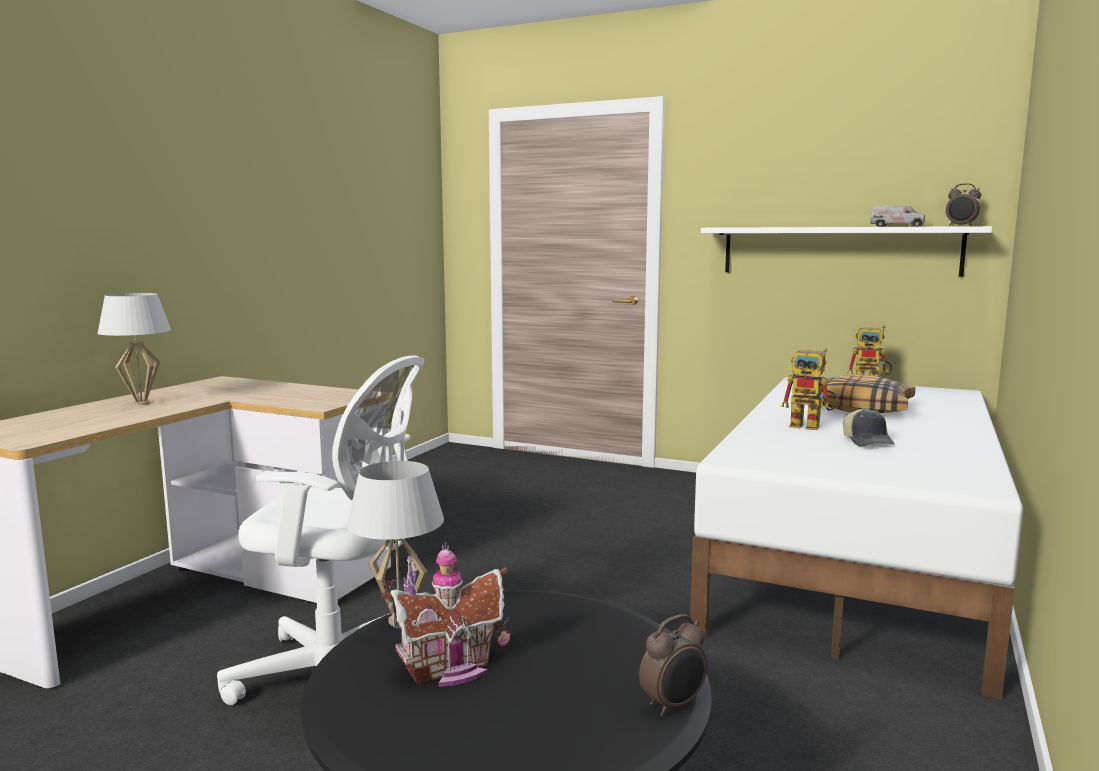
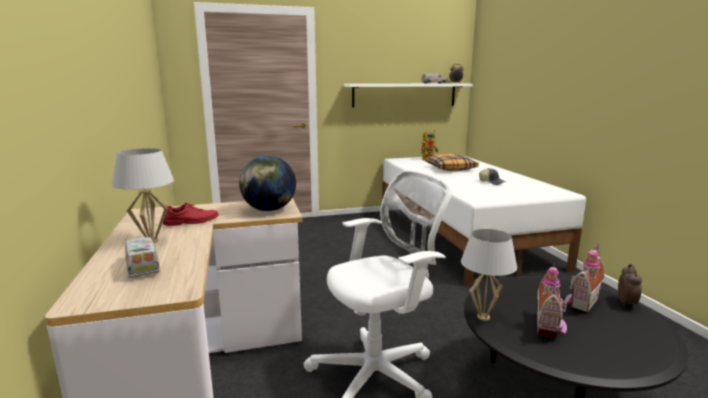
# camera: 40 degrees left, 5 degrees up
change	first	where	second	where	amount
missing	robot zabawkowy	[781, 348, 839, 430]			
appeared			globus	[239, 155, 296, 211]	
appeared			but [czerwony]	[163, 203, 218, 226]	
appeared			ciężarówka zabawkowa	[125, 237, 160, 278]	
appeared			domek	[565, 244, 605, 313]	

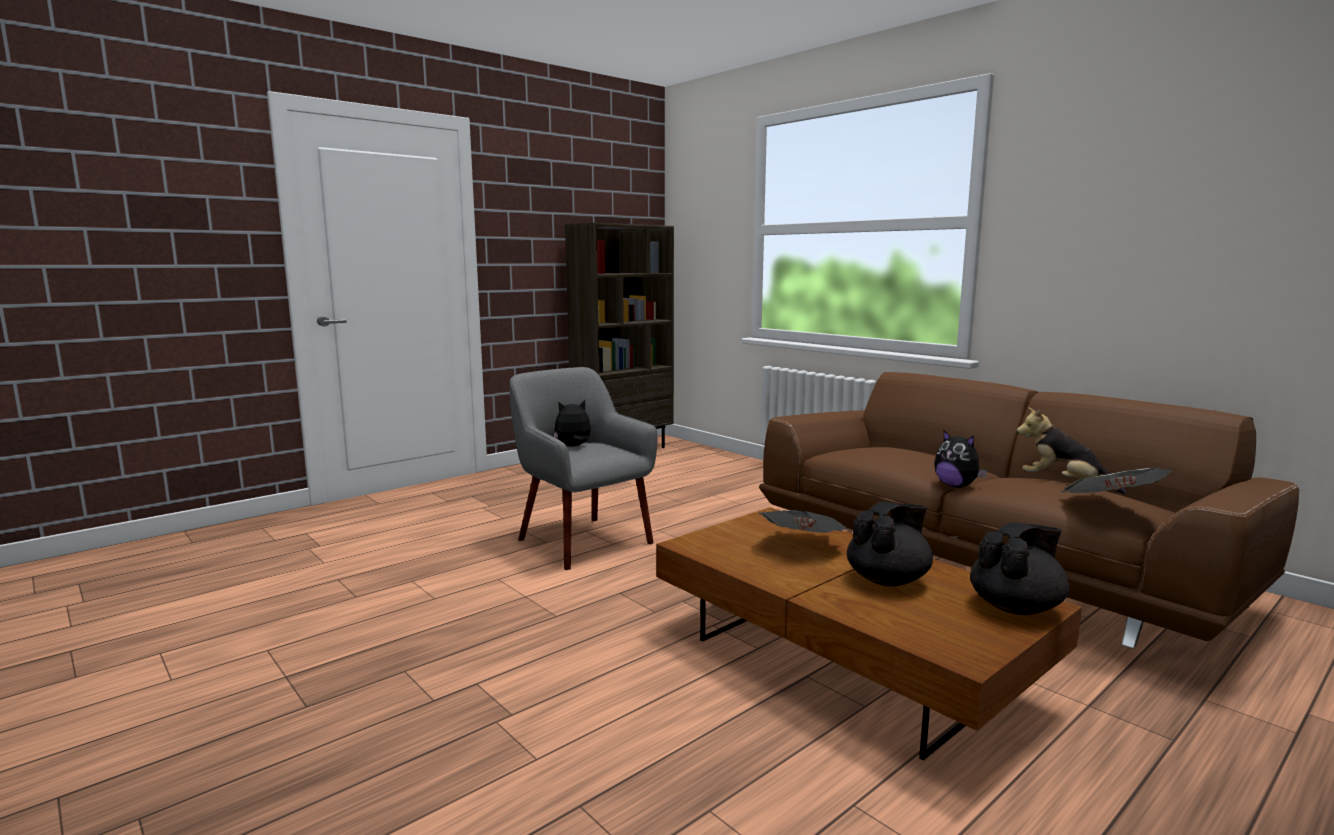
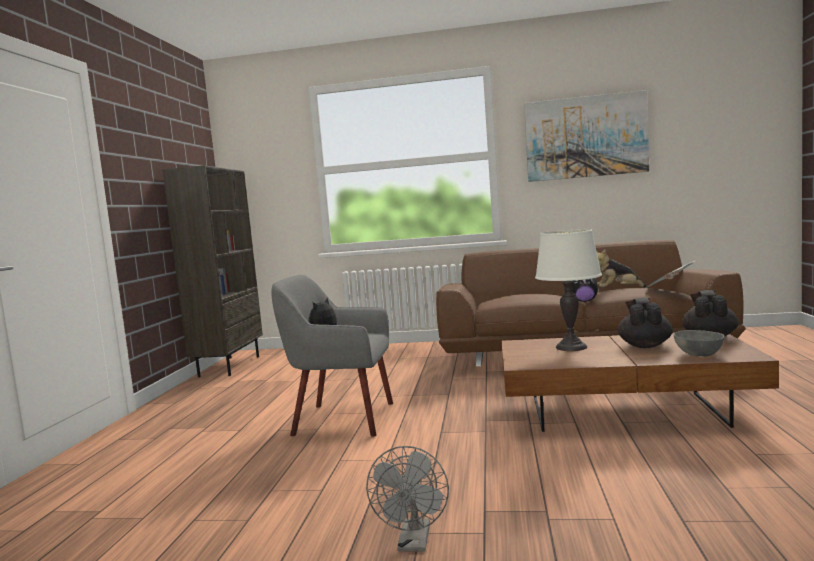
# camera: 40 degrees left, 5 degrees down
change	first	where	second	where	amount
exchanged	gazeta	[759, 510, 848, 533]	lampa stołowa [biały]	[535, 229, 602, 351]	
appeared			obraz	[524, 90, 649, 182]	
appeared			miska [szary]	[674, 330, 724, 357]	
appeared			wentylator [szary]	[366, 446, 449, 552]	

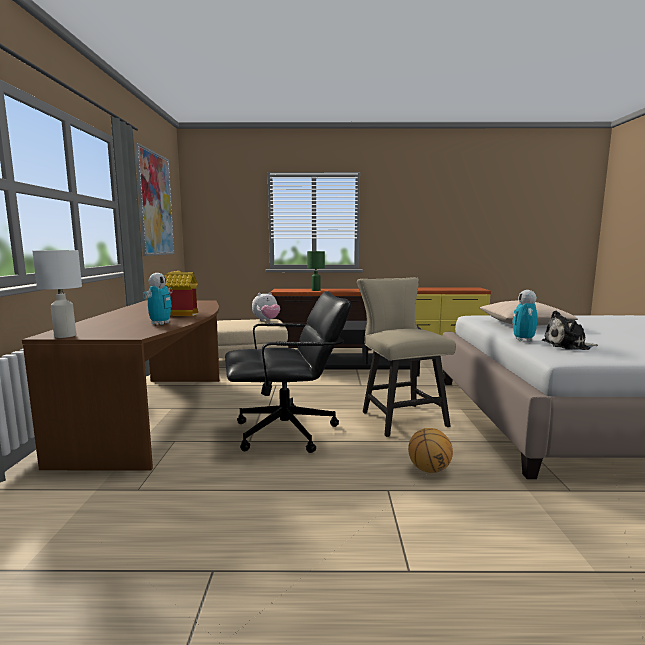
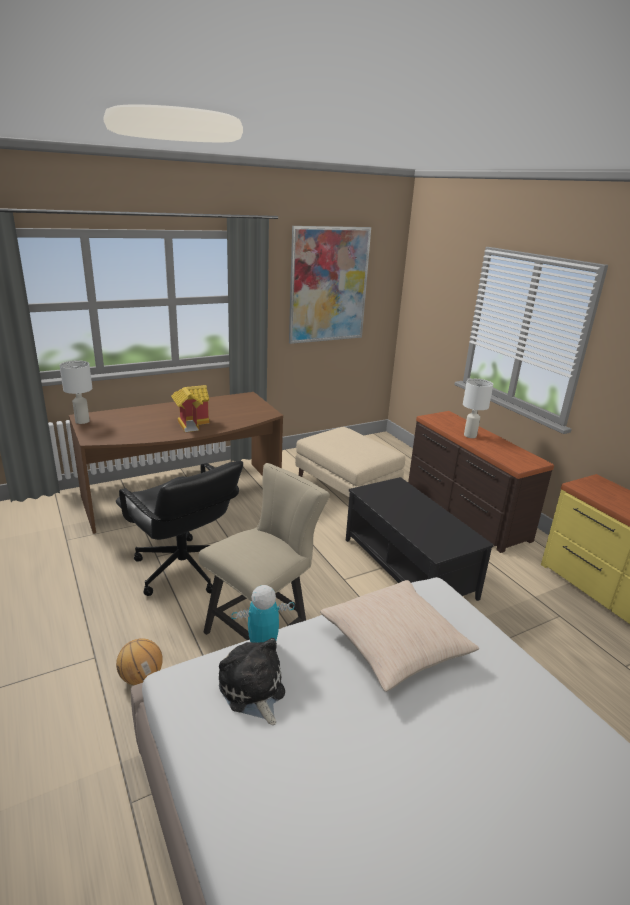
# camera: 60 degrees right, 15 degrees up
change	first	where	second	where	amount
colour	lampa stołowa [zielony]	[307, 251, 325, 291]	lampa stołowa [biały]	[463, 379, 493, 438]	
missing	robot zabawkowy	[143, 273, 172, 325]			
missing	pluszak	[252, 292, 280, 321]			

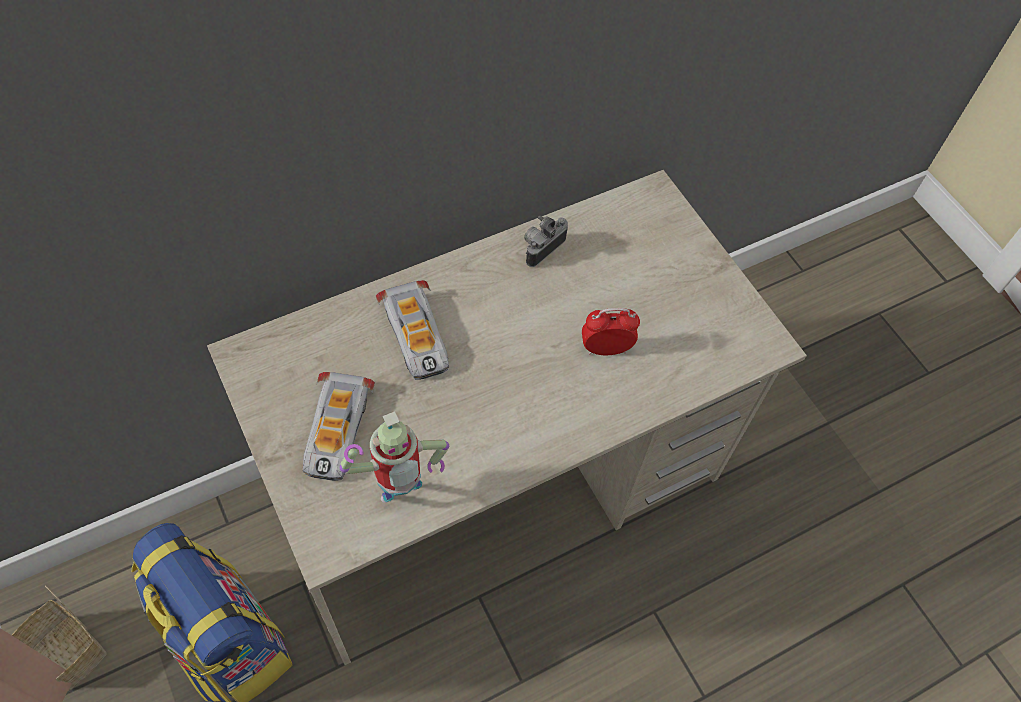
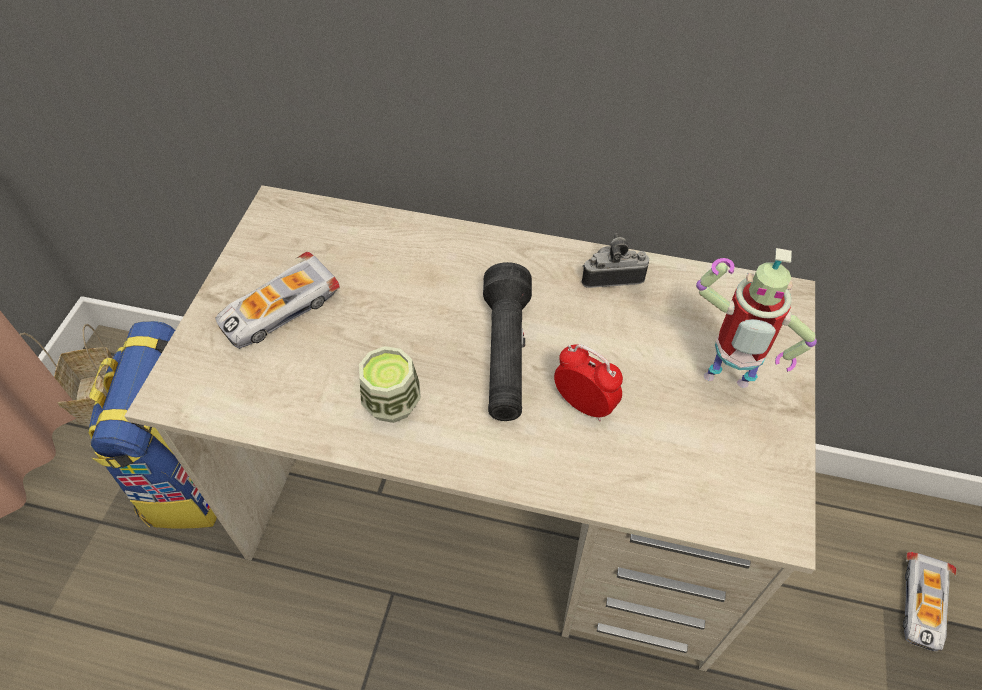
# camera: 45 degrees right, 5 degrees down
change	first	where	second	where	amount
relocated	samochodzik	[376, 280, 449, 380]		[903, 552, 957, 651]	
relocated	robot zabawkowy	[340, 411, 449, 503]		[696, 248, 817, 388]	
appeared			latarka [czarny]	[483, 262, 532, 421]	
appeared			filiżanka	[359, 346, 421, 423]	

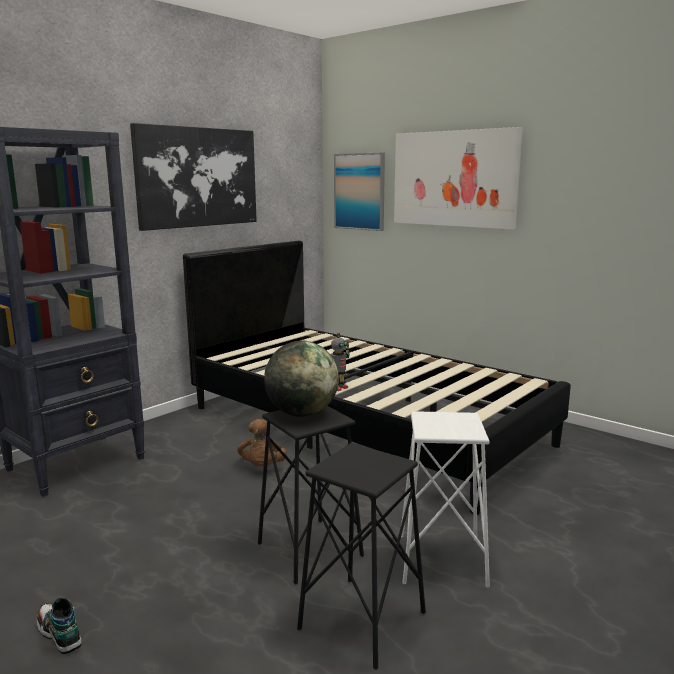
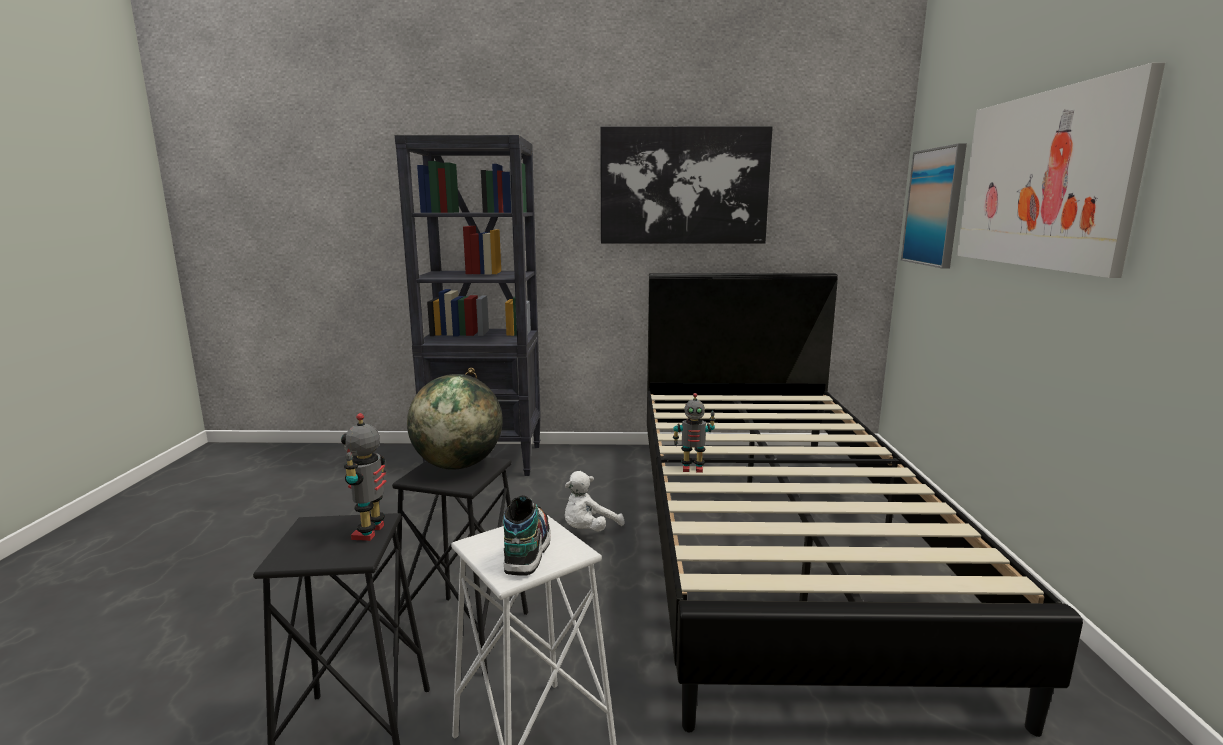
# camera: 50 degrees right, 0 degrees up
change	first	where	second	where	amount
colour	pluszak [brązowy]	[237, 419, 287, 466]	pluszak [biały]	[565, 471, 624, 532]	
relocated	but	[37, 598, 82, 654]		[503, 495, 551, 576]	
appeared			robot zabawkowy	[341, 413, 386, 541]	

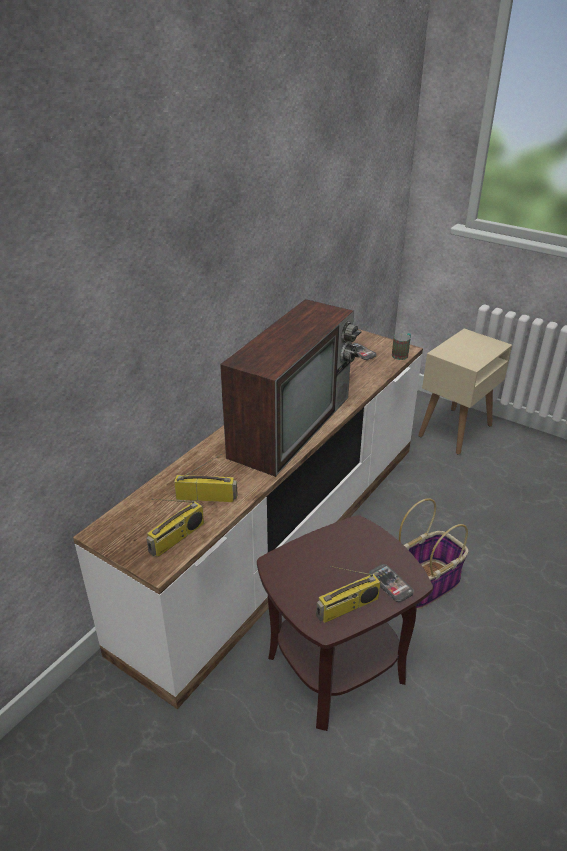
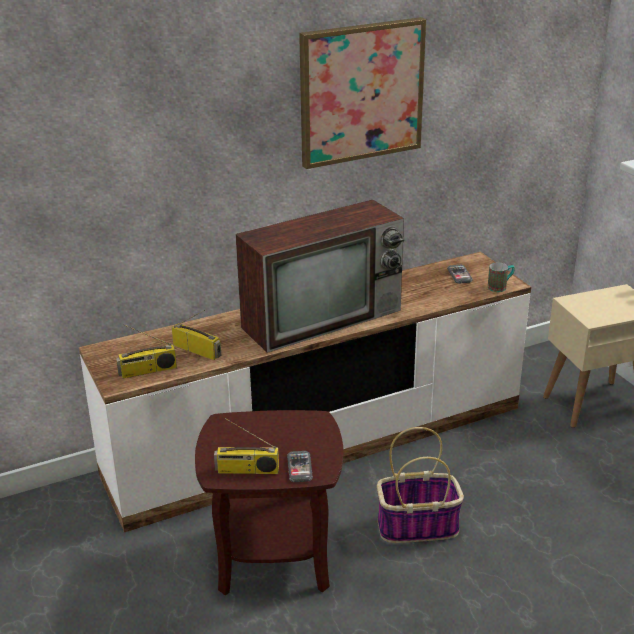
# camera: 30 degrees right, 5 degrees down
change	first	where	second	where	amount
appeared			obraz	[299, 17, 426, 169]	

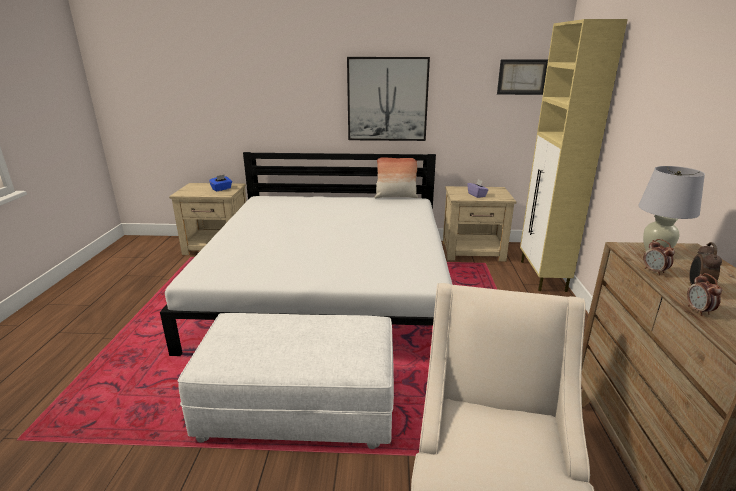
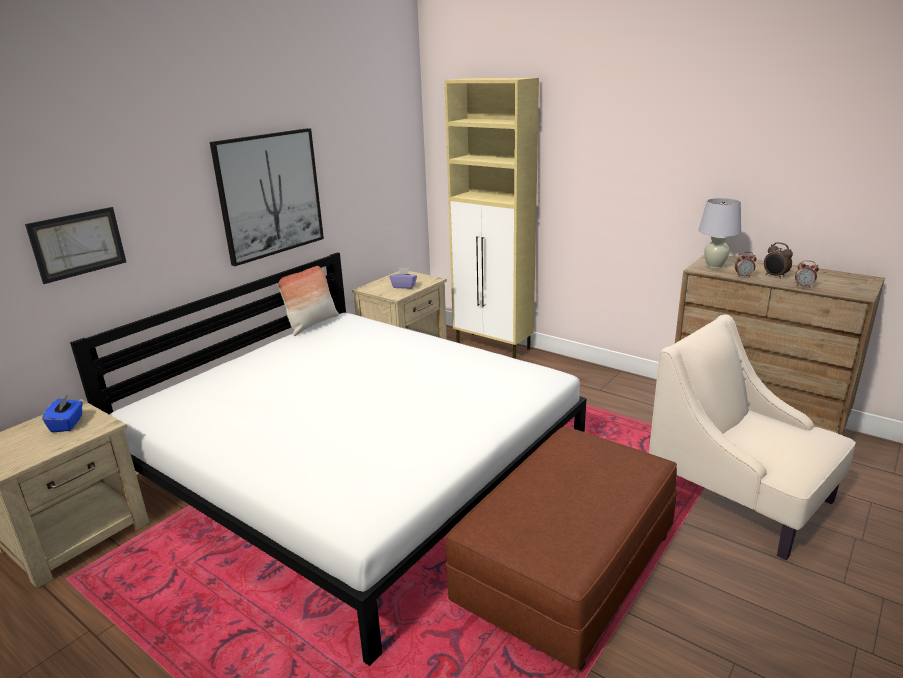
# camera: 55 degrees left, 0 degrees up
change	first	where	second	where	amount
relocated	obraz	[497, 59, 548, 95]		[25, 207, 126, 284]	
colour	pufa [biały]	[178, 313, 394, 449]	pufa [brązowy]	[446, 427, 677, 670]	

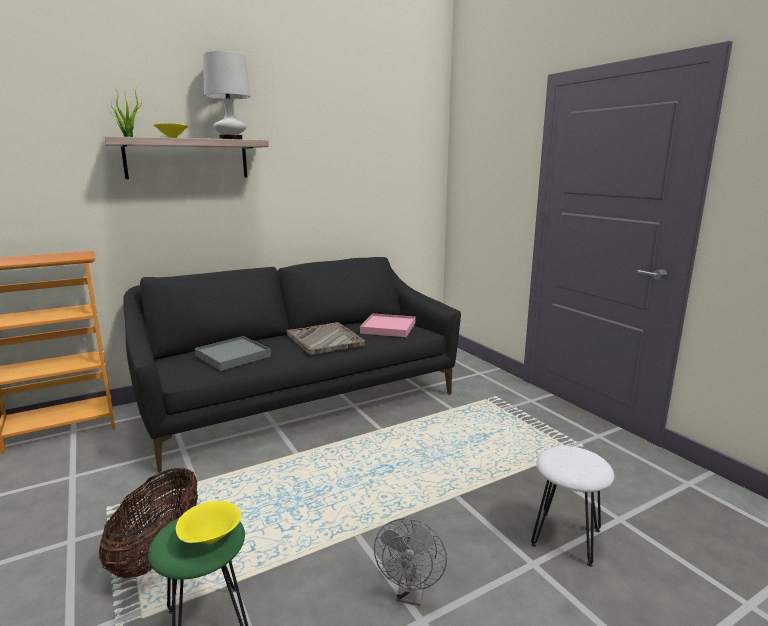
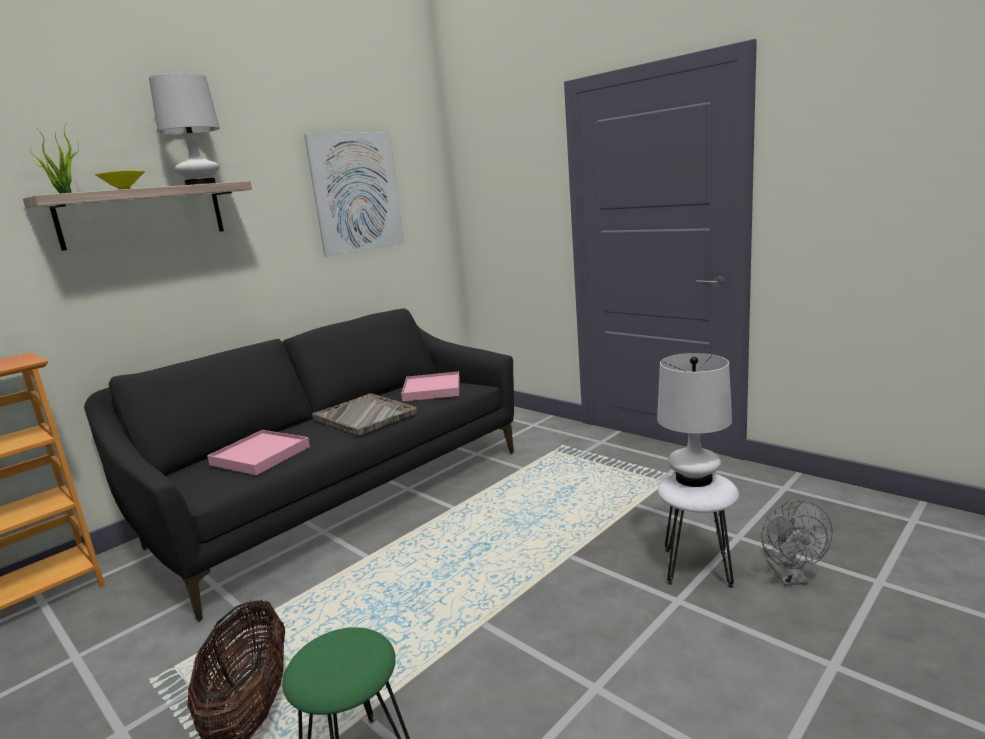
# camera: 15 degrees left, 0 degrees up
change	first	where	second	where	amount
colour	taca [szary]	[195, 336, 271, 371]	taca [różowy]	[207, 430, 310, 475]	
missing	miska [żółty]	[176, 501, 241, 544]			
relocated	wentylator [szary]	[374, 518, 447, 606]		[762, 500, 833, 586]	
appeared			obraz	[304, 132, 404, 257]	
appeared			lampa stołowa [biały]	[657, 353, 732, 487]	

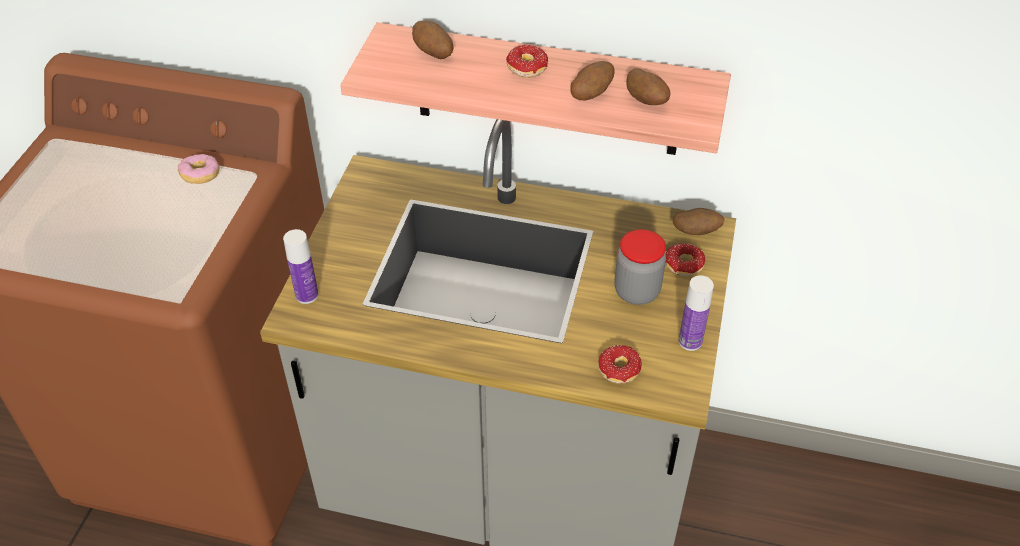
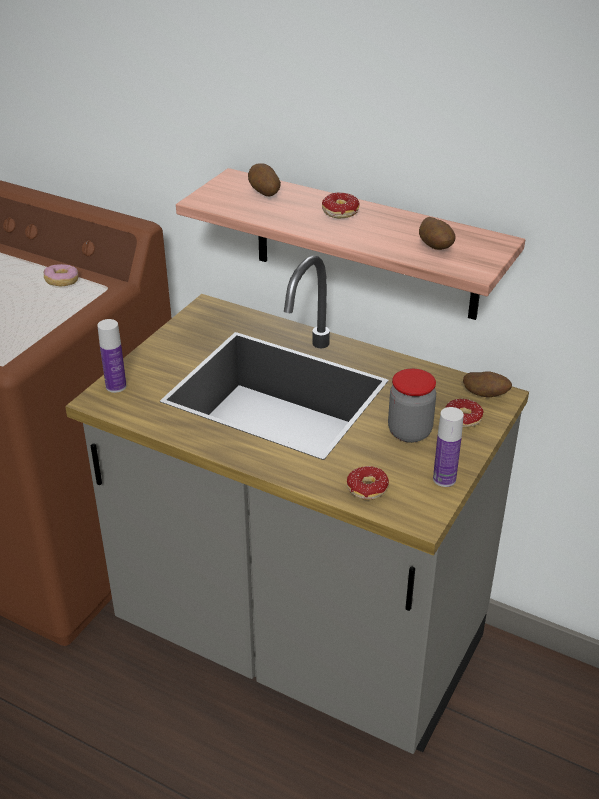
# camera: 15 degrees right, 10 degrees down
change	first	where	second	where	amount
missing	ziemniak	[570, 61, 615, 100]			

